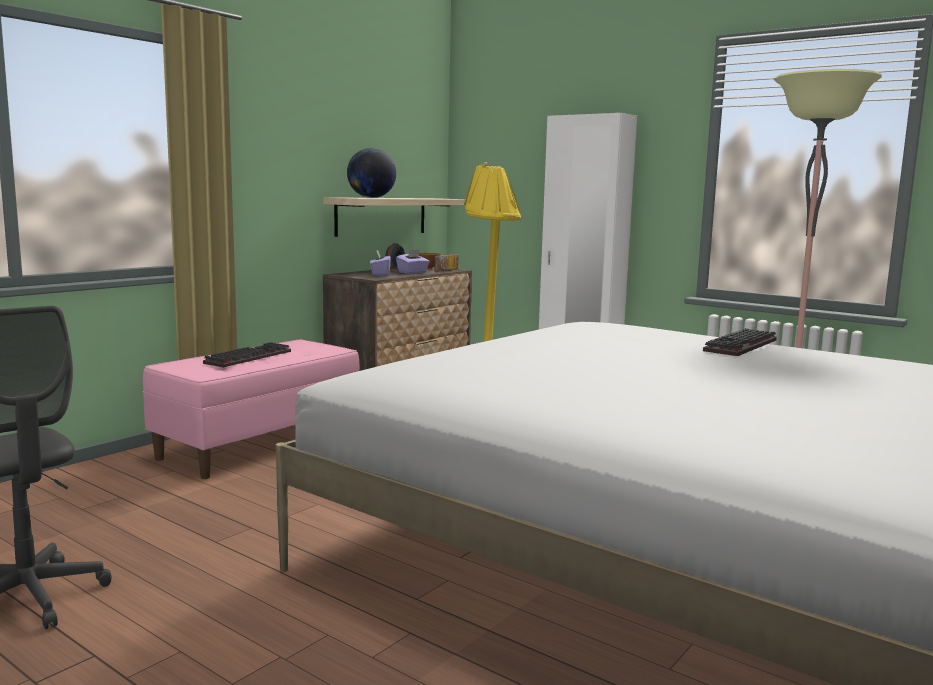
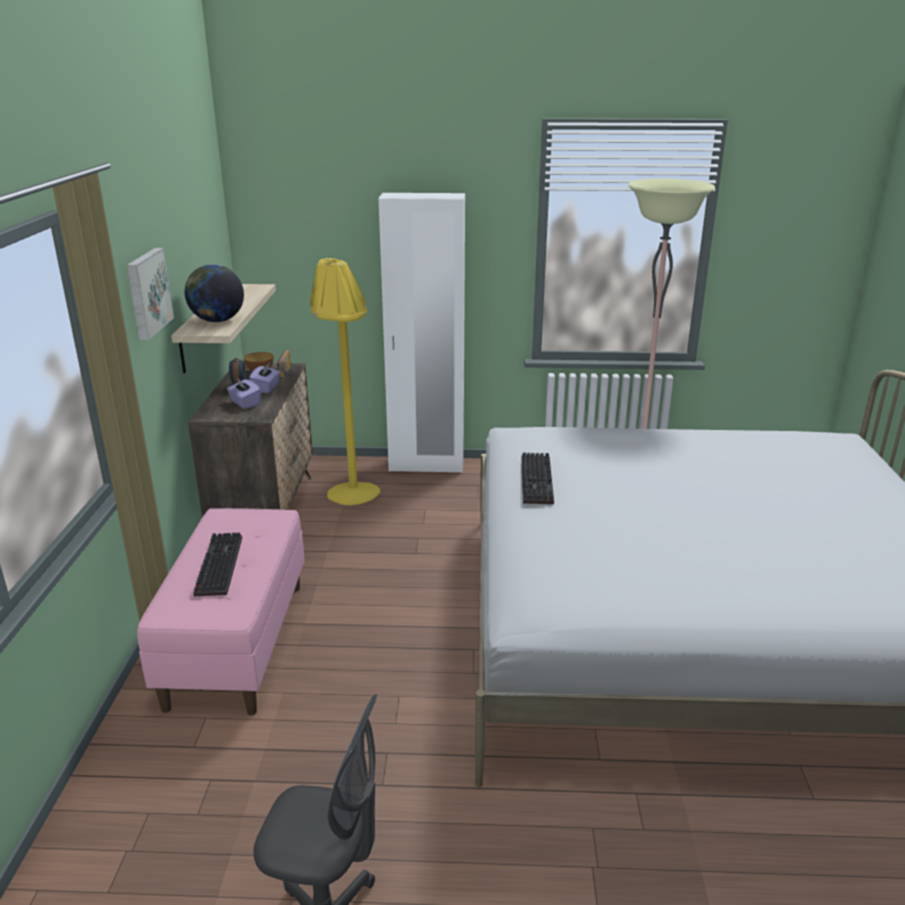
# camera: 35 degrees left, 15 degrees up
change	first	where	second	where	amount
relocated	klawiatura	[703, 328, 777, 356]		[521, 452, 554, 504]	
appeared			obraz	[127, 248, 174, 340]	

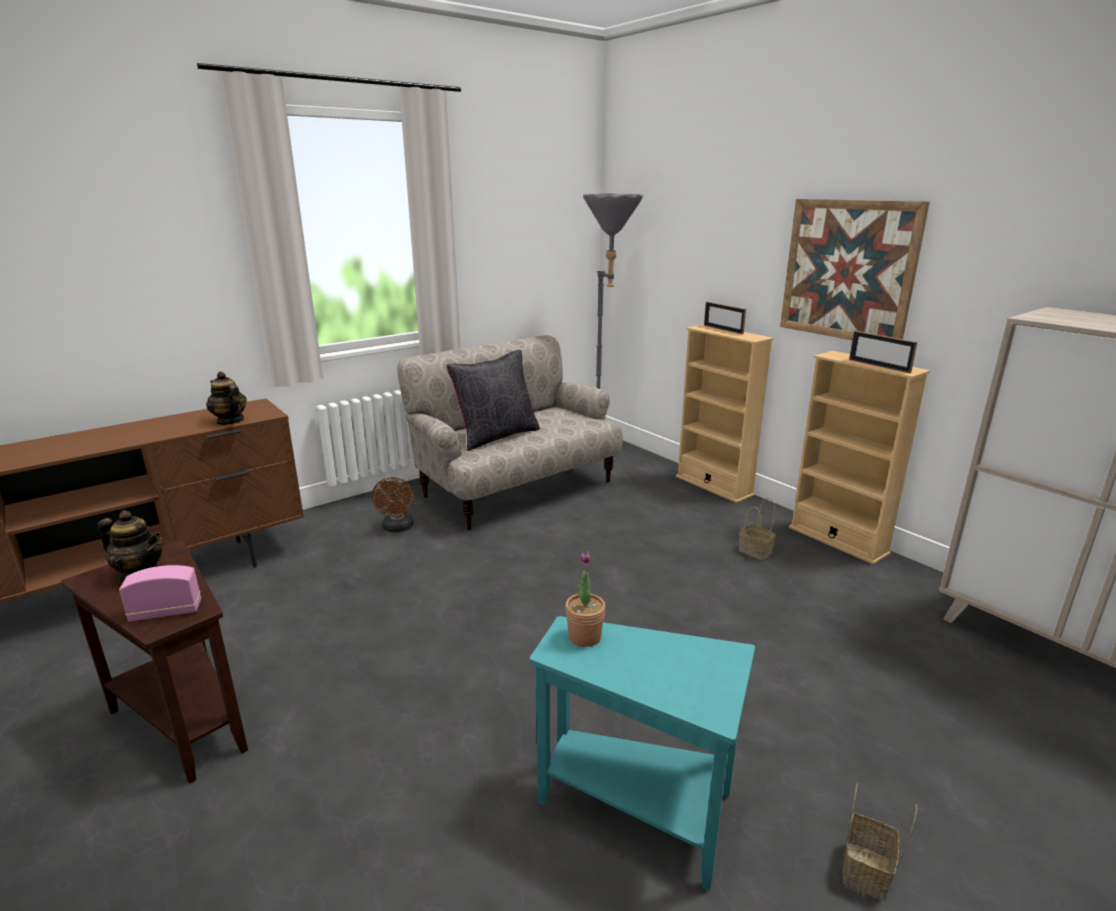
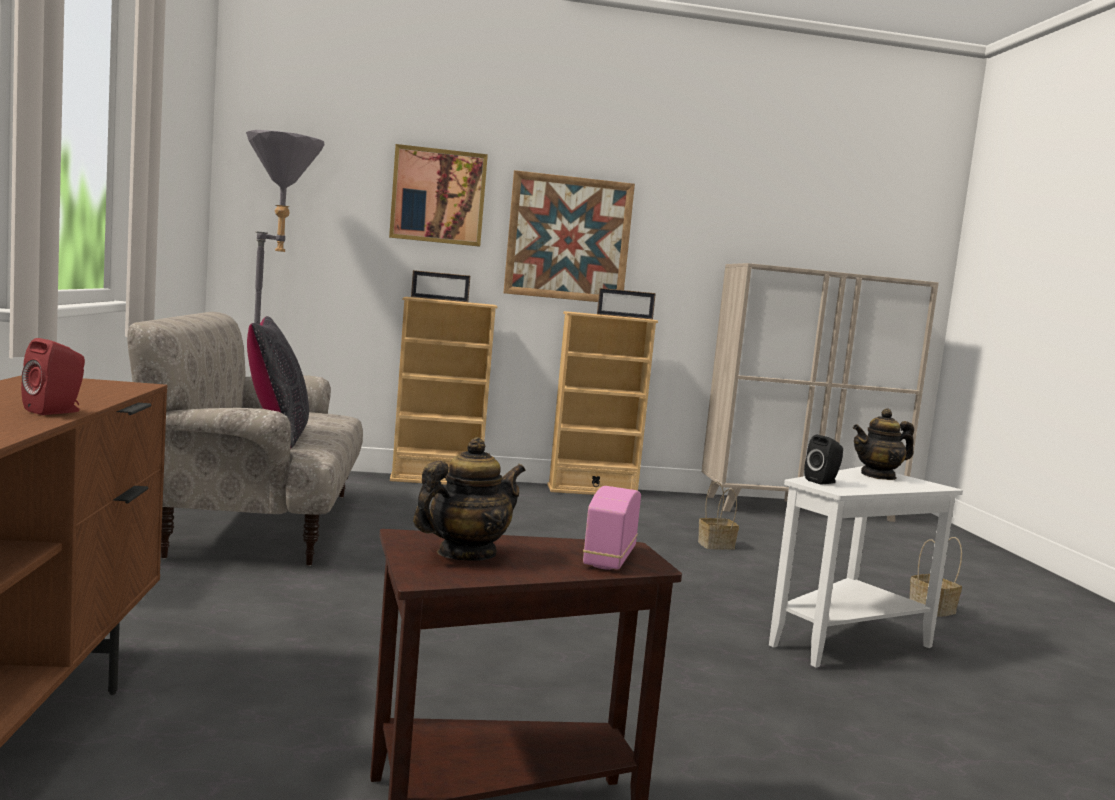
# camera: 60 degrees left, 15 degrees down
change	first	where	second	where	amount
relocated	imbryk	[206, 372, 247, 425]		[853, 408, 914, 480]	
missing	wentylator [brązowy]	[372, 477, 414, 532]			
relocated	koszyk	[739, 498, 776, 560]		[698, 481, 739, 550]	
exchanged	roślina doniczkowa	[565, 551, 605, 647]	głośnik [czarny]	[804, 435, 843, 485]	
colour	stolik [turkusowy]	[530, 616, 755, 891]	stolik [biały]	[769, 466, 963, 668]	
appeared			obraz	[389, 144, 488, 247]	
appeared			głośnik [czerwony]	[21, 338, 85, 415]	

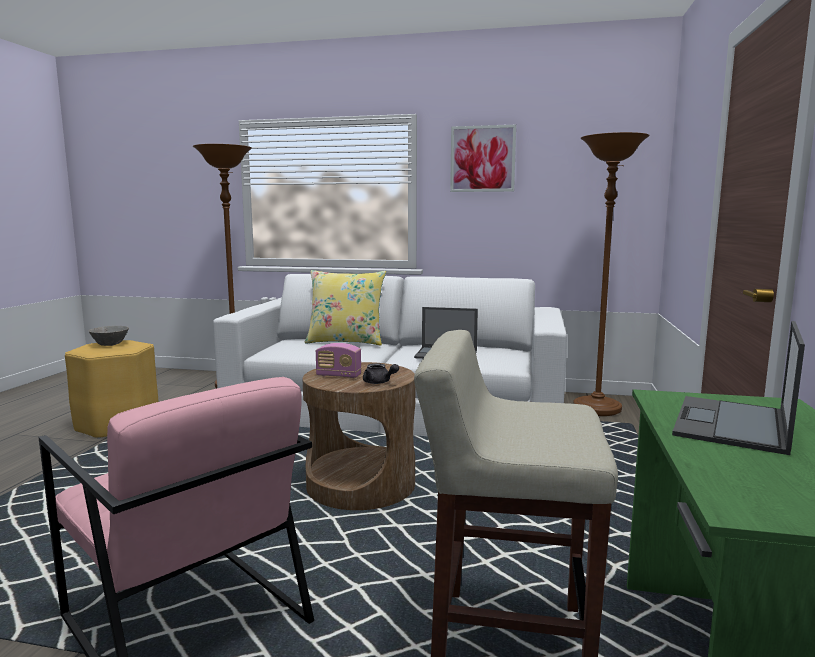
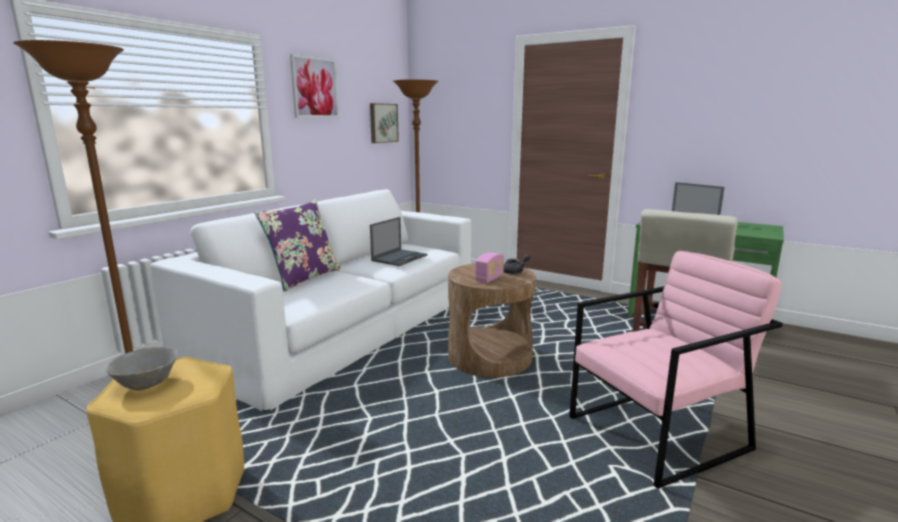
# camera: 70 degrees left, 5 degrees up
change	first	where	second	where	amount
colour	poduszka [żółty]	[305, 270, 386, 346]	poduszka [fioletowy]	[255, 199, 341, 292]	
appeared			obraz	[370, 103, 399, 143]	

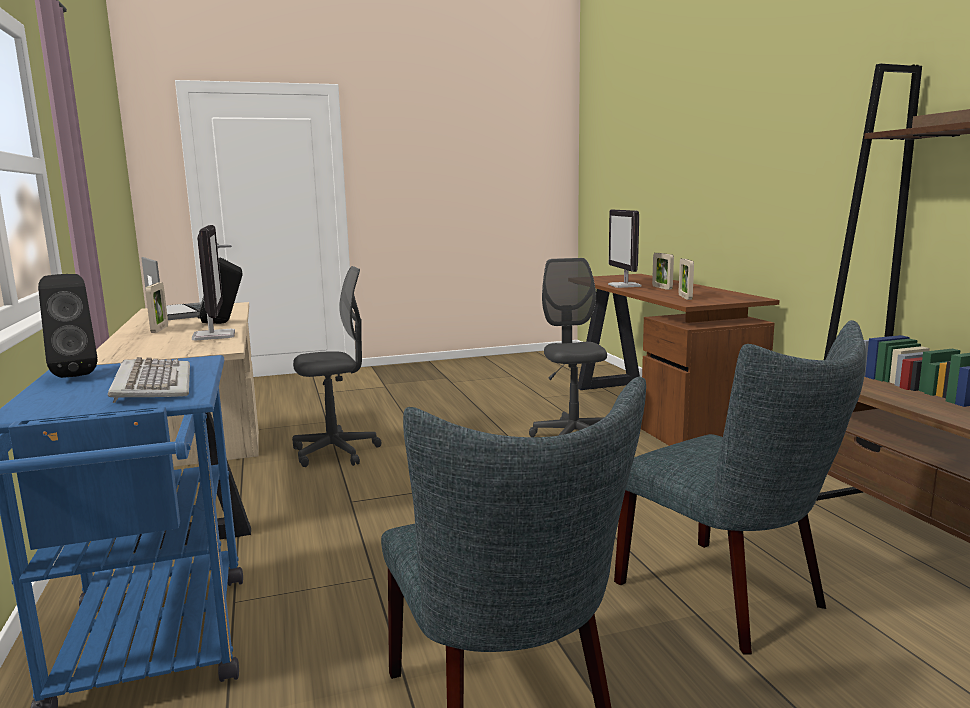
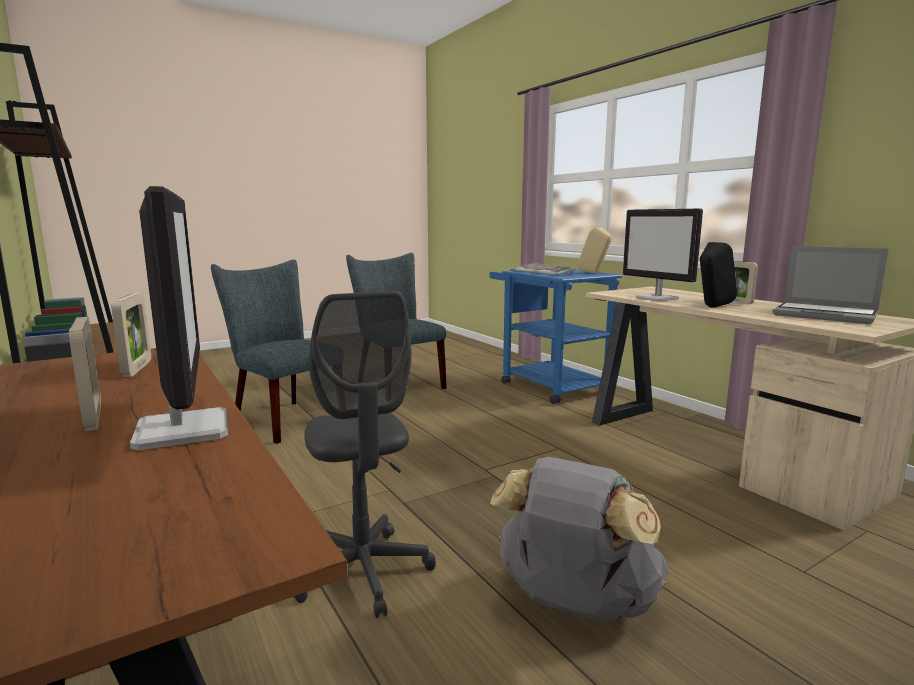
# camera: 165 degrees right, 0 degrees up
change	first	where	second	where	amount
missing	krzesło biurowe [szary]	[292, 266, 381, 467]			
colour	głośnik [czarny]	[38, 274, 98, 378]	głośnik [beżowy]	[577, 227, 612, 273]	
appeared			plecak [szary]	[490, 457, 669, 623]	

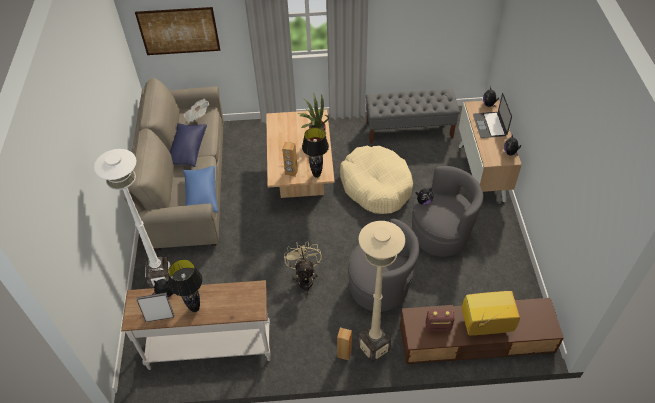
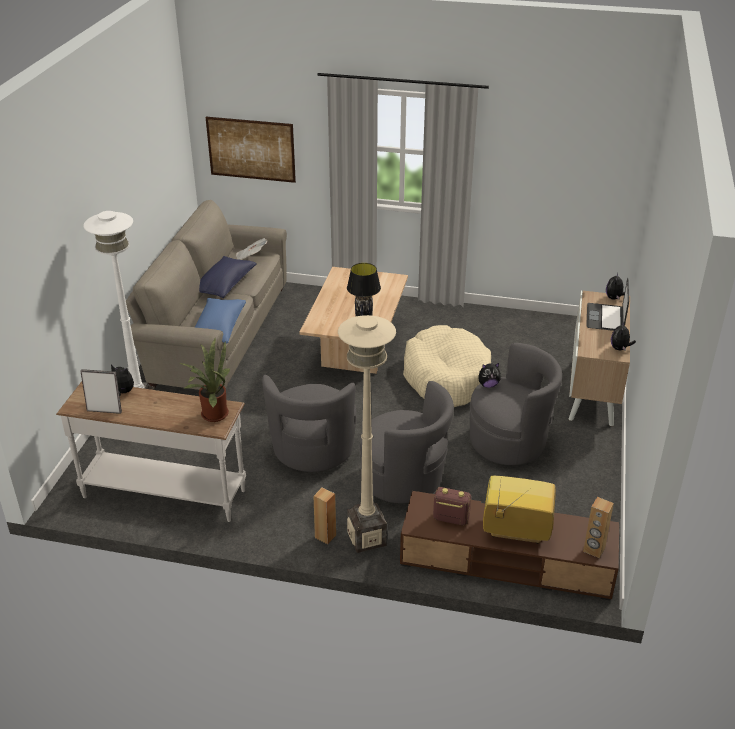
# camera: 15 degrees right, 15 degrees down
change	first	where	second	where	amount
missing	ławka [szary]	[366, 89, 460, 144]			
relocated	roślina doniczkowa	[297, 94, 329, 142]		[180, 338, 230, 422]	
relocated	głośnik [brązowy]	[282, 141, 298, 177]		[583, 497, 614, 558]	
exchanged	wentylator [beżowy]	[284, 241, 322, 295]	fotel [szary]	[262, 375, 356, 472]	
missing	lampa stołowa [czarny]	[168, 259, 203, 312]			

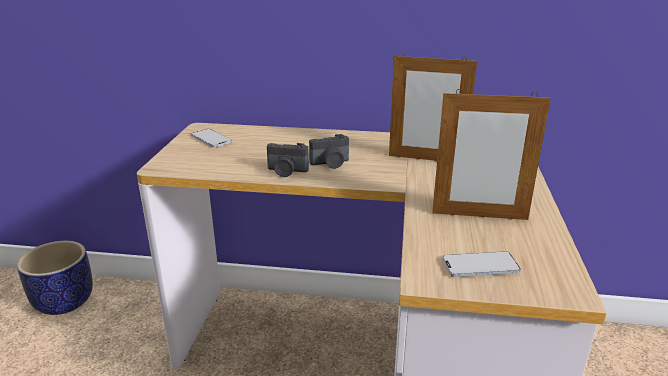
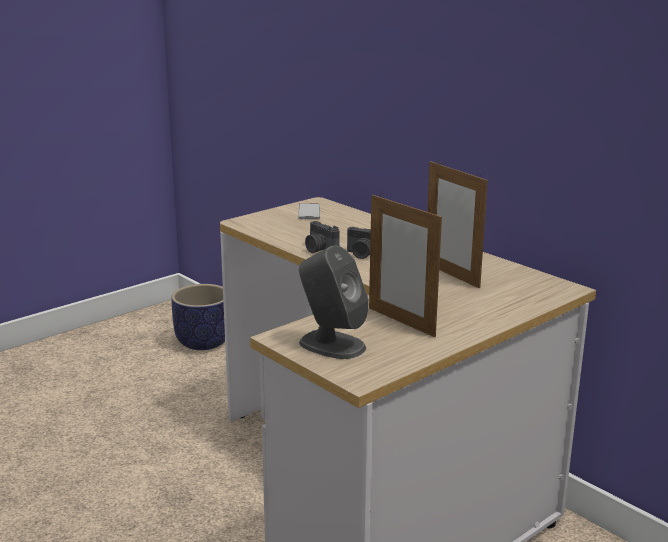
# camera: 40 degrees right, 5 degrees down
change	first	where	second	where	amount
exchanged	telefon	[442, 251, 521, 277]	głośnik [szary]	[299, 245, 369, 359]	

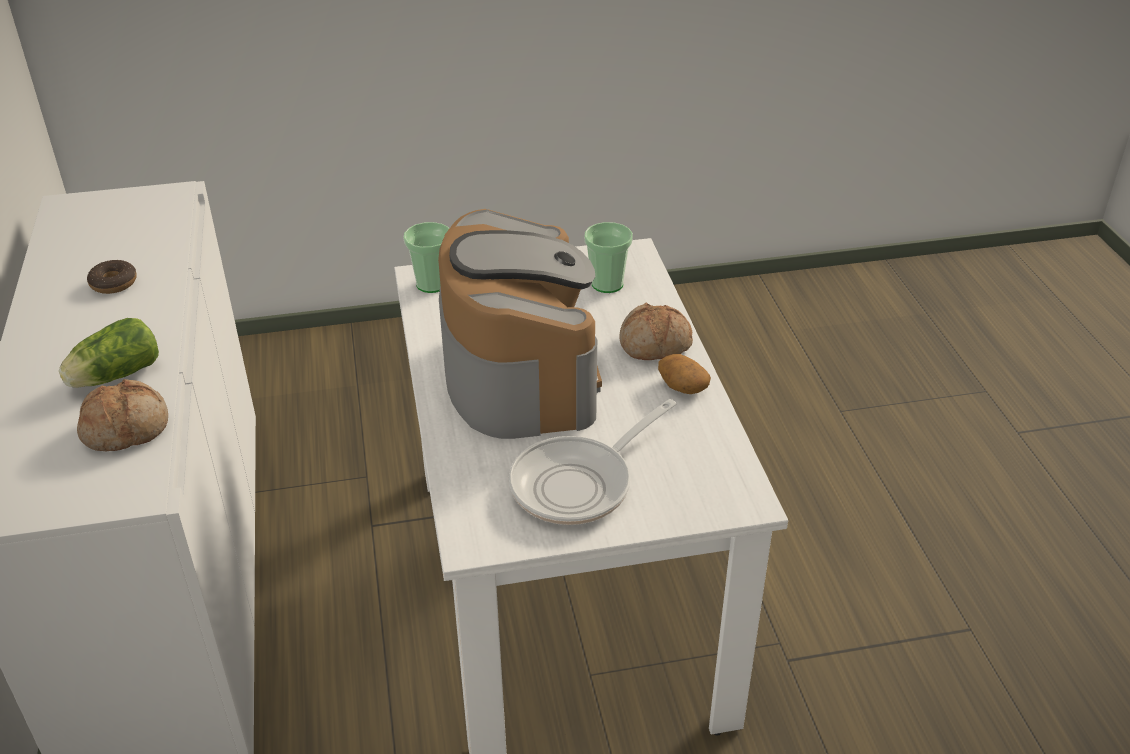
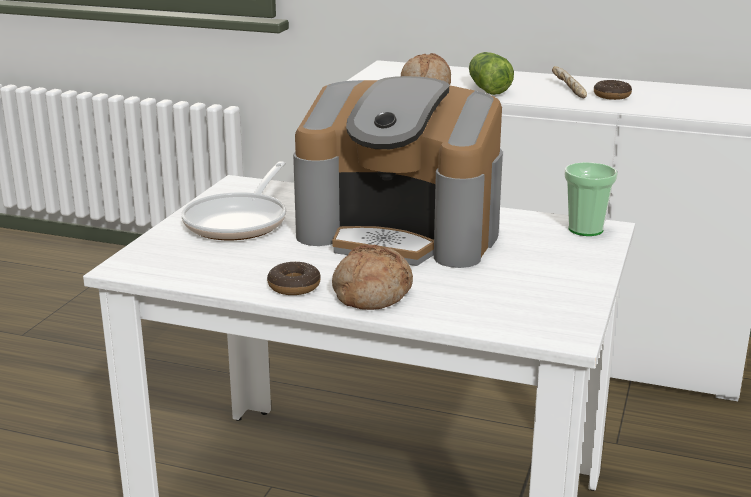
# camera: 120 degrees right, 15 degrees down
change	first	where	second	where	amount
missing	filiżanka	[584, 222, 633, 293]			
exchanged	ziemniak	[658, 354, 711, 394]	donut	[267, 261, 321, 295]	
spun	patelnia	[509, 399, 677, 525]		[181, 161, 286, 240]	150 degrees counterclockwise
appeared			chleb	[552, 66, 587, 98]	

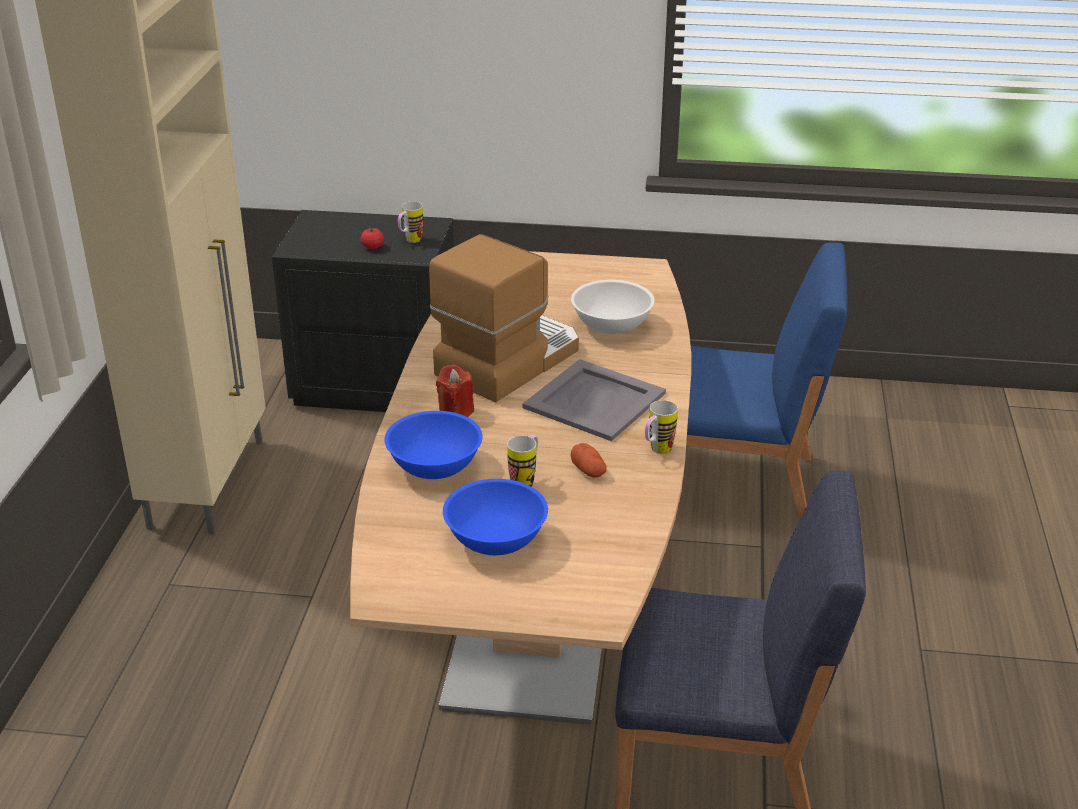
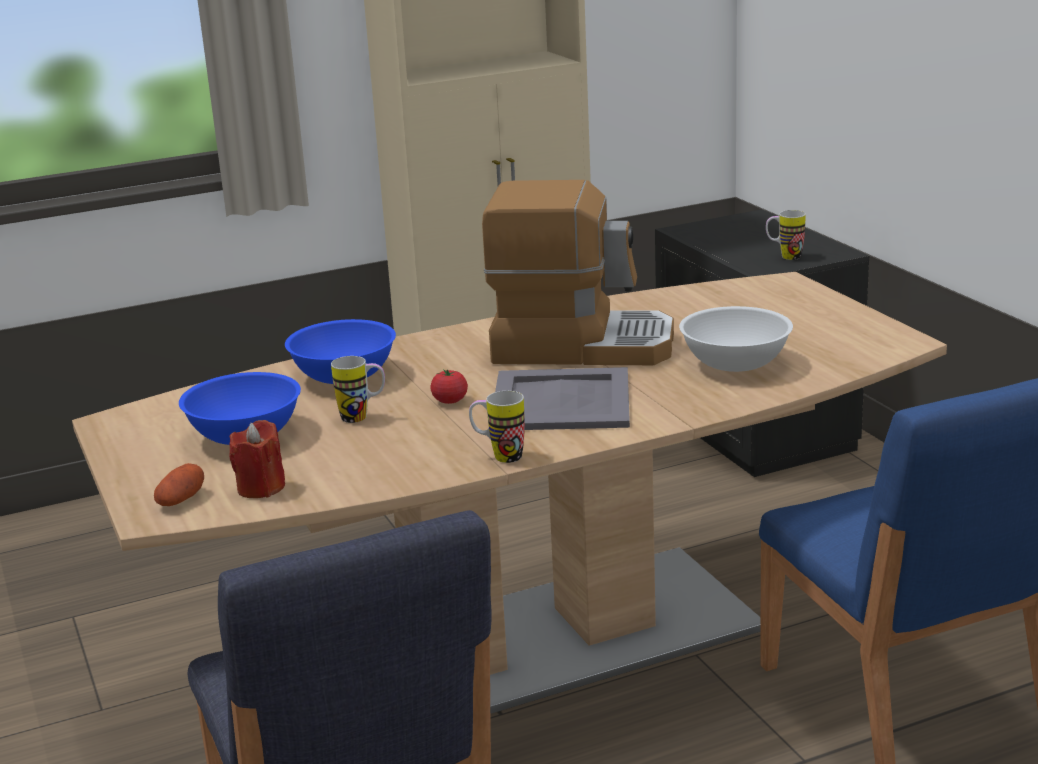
# camera: 60 degrees right, 10 degrees down
change	first	where	second	where	amount
relocated	pomidor	[360, 228, 384, 249]		[430, 369, 468, 404]	
relocated	świeca [czerwony]	[436, 365, 474, 417]		[229, 420, 285, 498]	
relocated	ziemniak	[571, 443, 606, 478]		[154, 463, 204, 506]	

